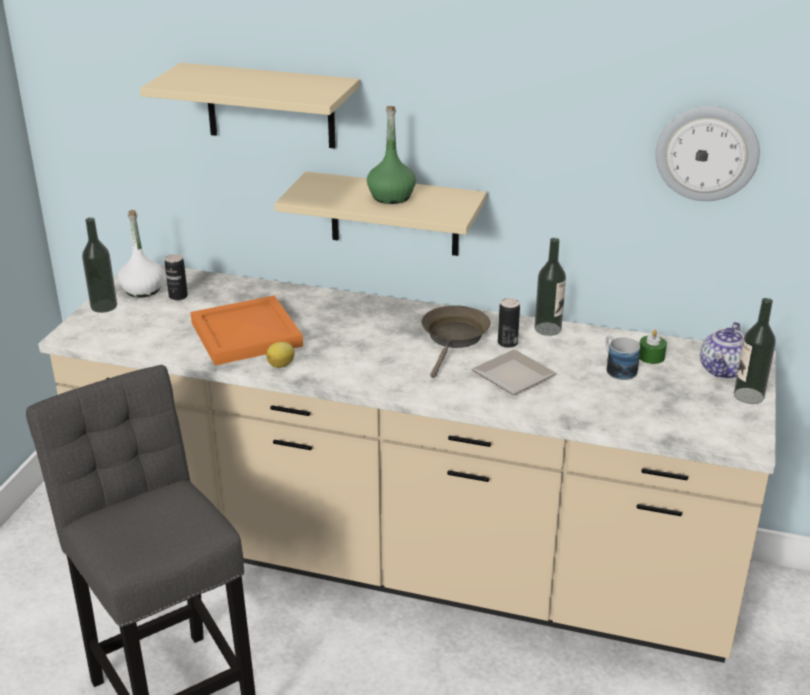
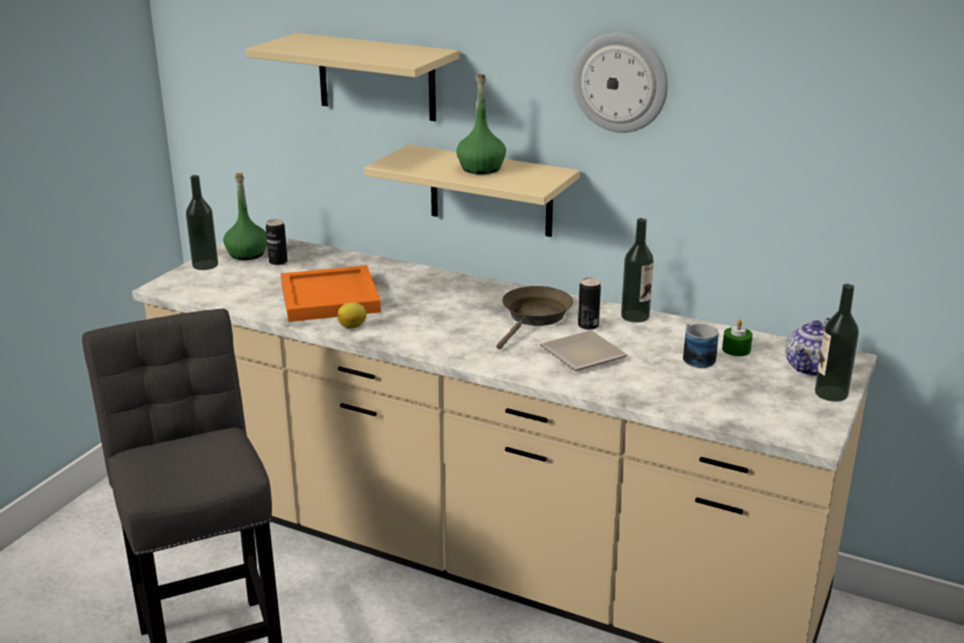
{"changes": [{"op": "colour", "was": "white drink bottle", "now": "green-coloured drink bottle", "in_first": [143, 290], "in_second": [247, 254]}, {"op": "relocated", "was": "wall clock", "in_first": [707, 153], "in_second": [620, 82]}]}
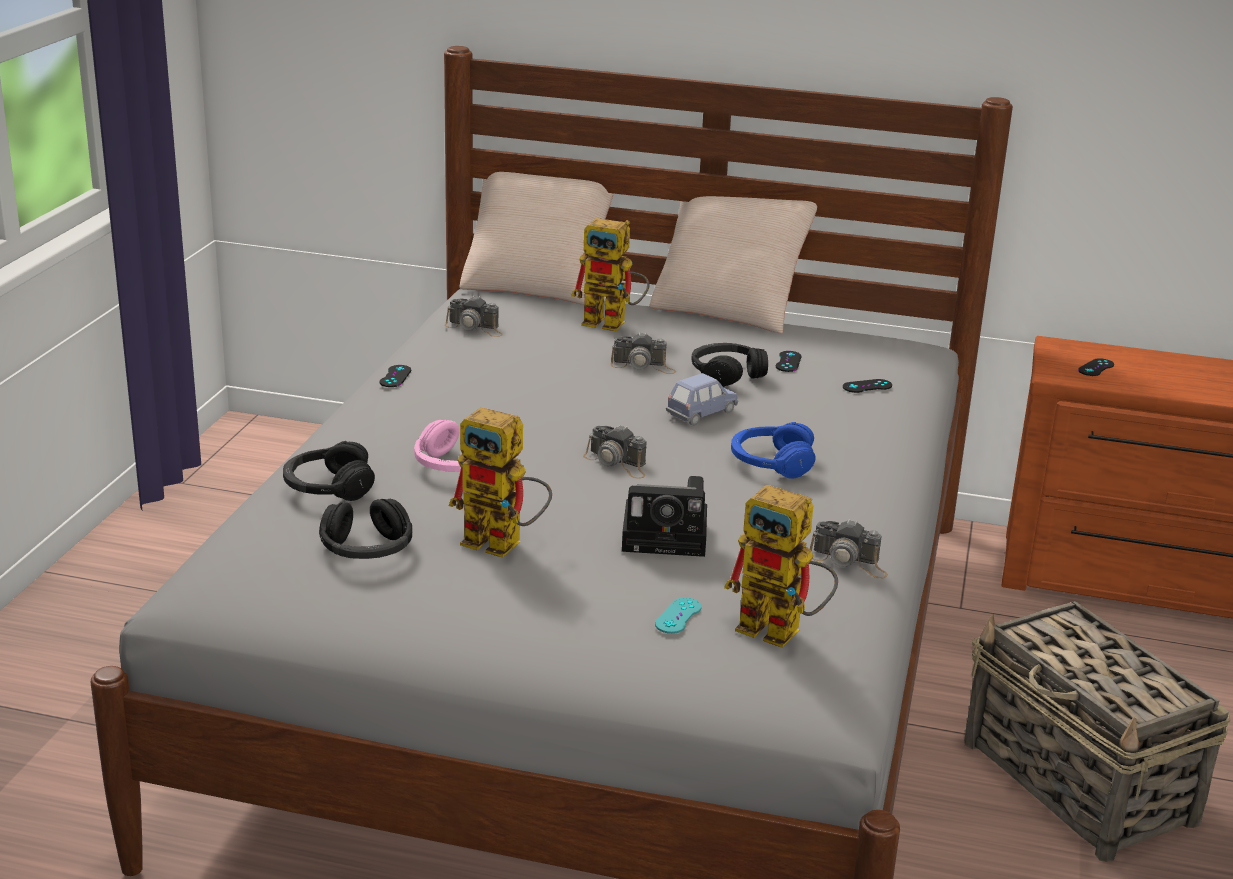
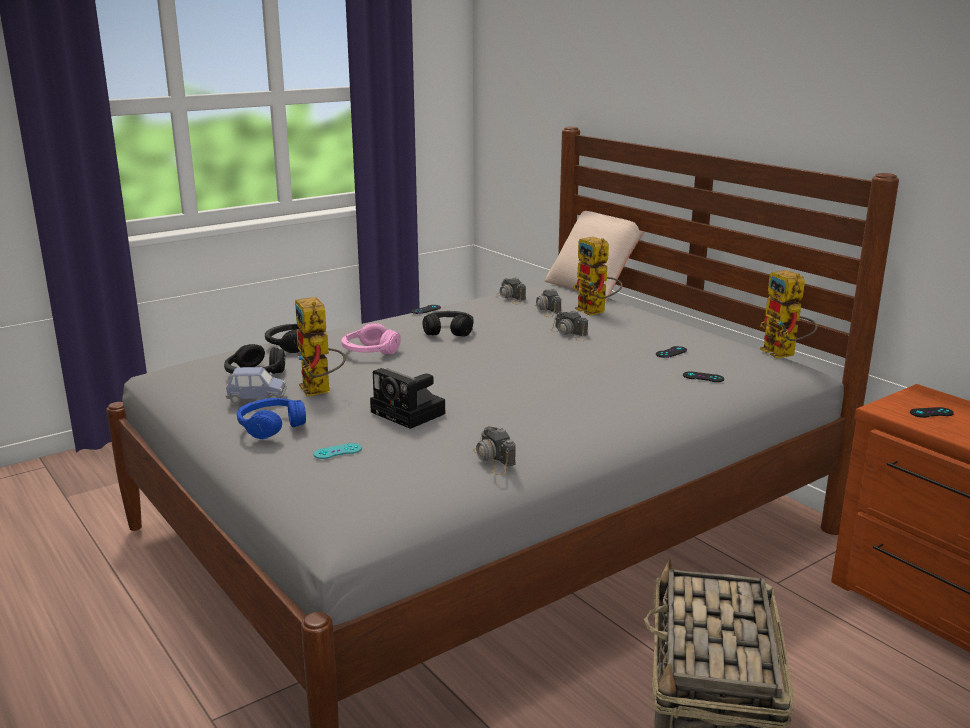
{"changes": [{"op": "relocated", "was": "bluish model car", "in_first": [701, 414], "in_second": [257, 398]}, {"op": "relocated", "was": "bluish headphones", "in_first": [771, 463], "in_second": [271, 426]}, {"op": "relocated", "was": "black-coloured headphones", "in_first": [727, 374], "in_second": [448, 331]}, {"op": "relocated", "was": "still camera", "in_first": [617, 463], "in_second": [547, 310]}, {"op": "relocated", "was": "model robot", "in_first": [782, 632], "in_second": [784, 354]}, {"op": "missing", "was": "beige throw pillow", "in_first": [729, 308]}]}
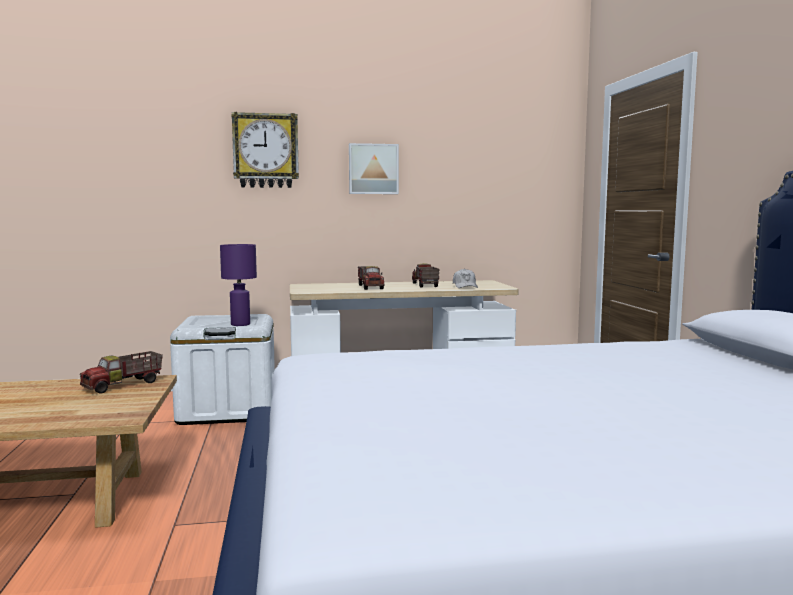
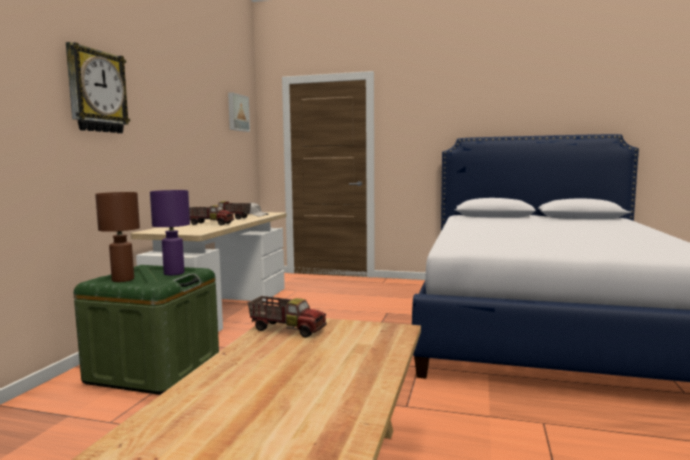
{"changes": [{"op": "colour", "was": "white storage container", "now": "green-coloured storage container", "in_first": [228, 409], "in_second": [154, 369]}, {"op": "appeared", "now": "brown table lamp", "in_second": [122, 280]}, {"op": "relocated", "was": "wall picture", "in_first": [373, 169], "in_second": [237, 112]}, {"op": "spun", "was": "model truck", "in_first": [124, 385], "in_second": [287, 329], "clockwise": -45}]}
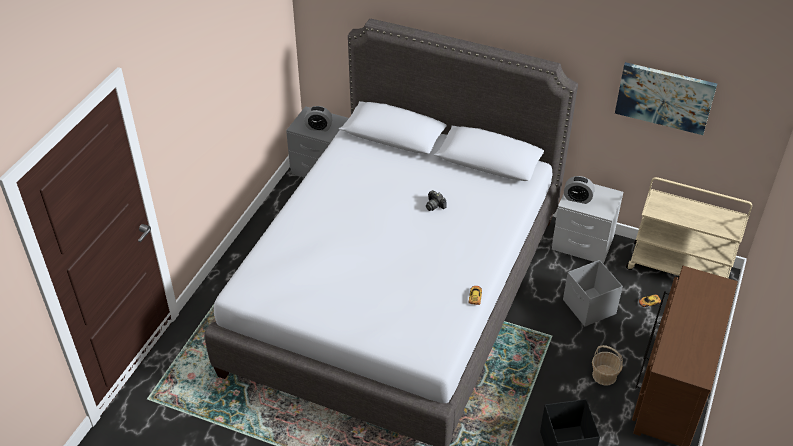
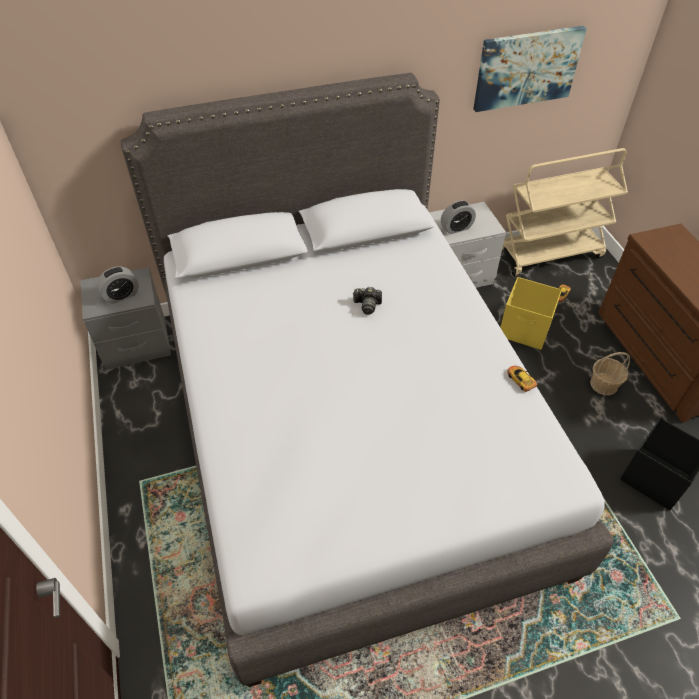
{"changes": [{"op": "colour", "was": "grey storage container", "now": "yellow-coloured storage container", "in_first": [589, 308], "in_second": [525, 330]}]}
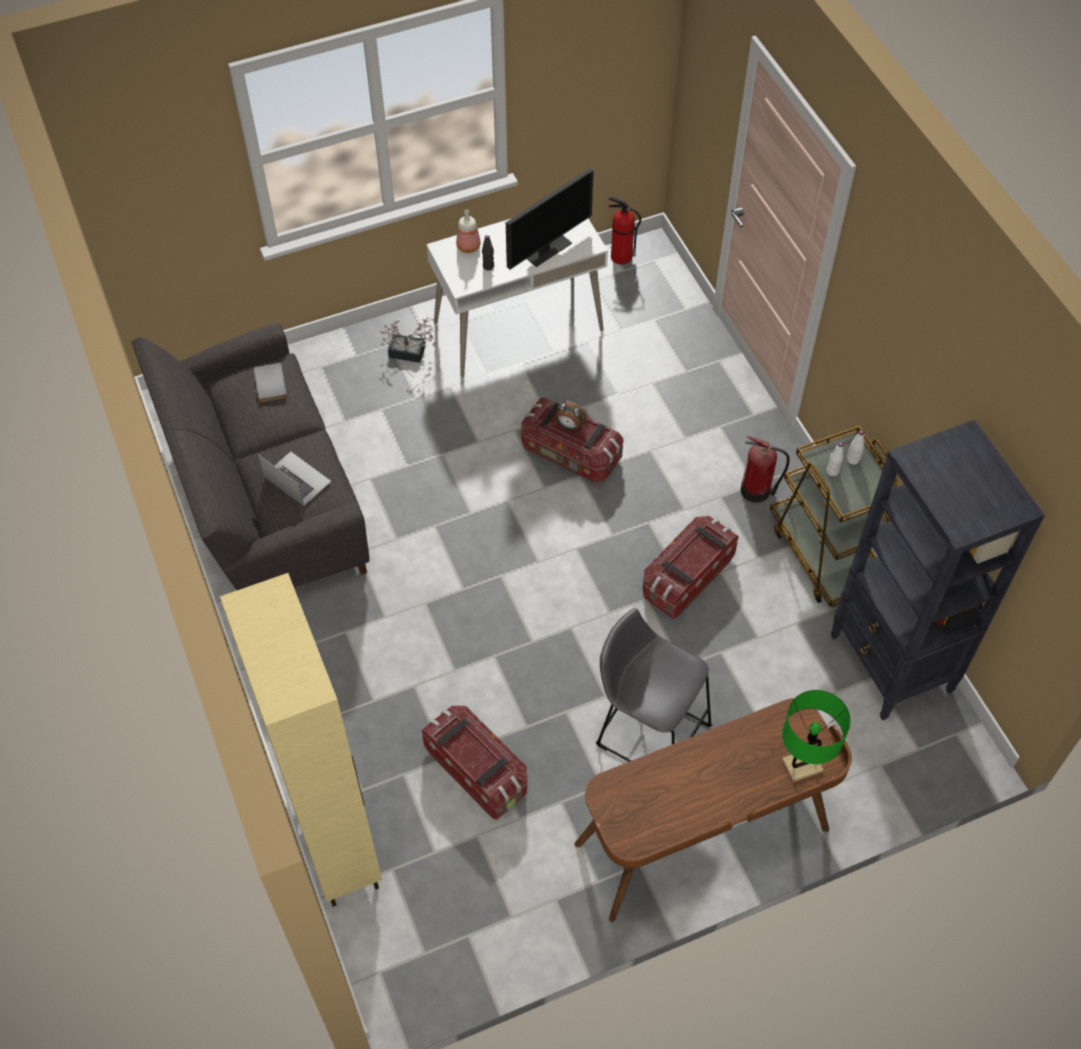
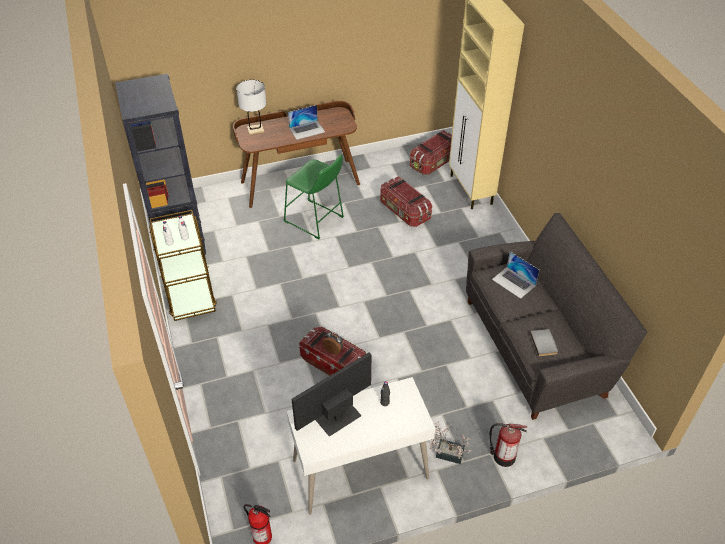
{"changes": [{"op": "colour", "was": "green-coloured table lamp", "now": "white table lamp", "in_first": [802, 765], "in_second": [255, 130]}, {"op": "colour", "was": "grey stool seat", "now": "green-coloured stool seat", "in_first": [648, 731], "in_second": [316, 221]}, {"op": "appeared", "now": "laptop", "in_second": [307, 130]}, {"op": "relocated", "was": "storage container", "in_first": [687, 577], "in_second": [434, 162]}, {"op": "relocated", "was": "fire extinguisher", "in_first": [757, 491], "in_second": [502, 456]}, {"op": "missing", "was": "drink bottle", "in_first": [468, 246]}]}
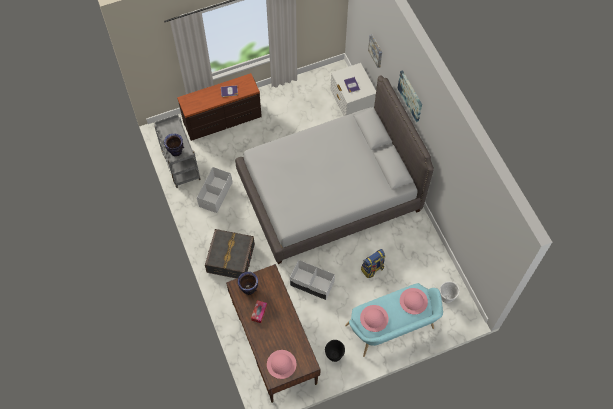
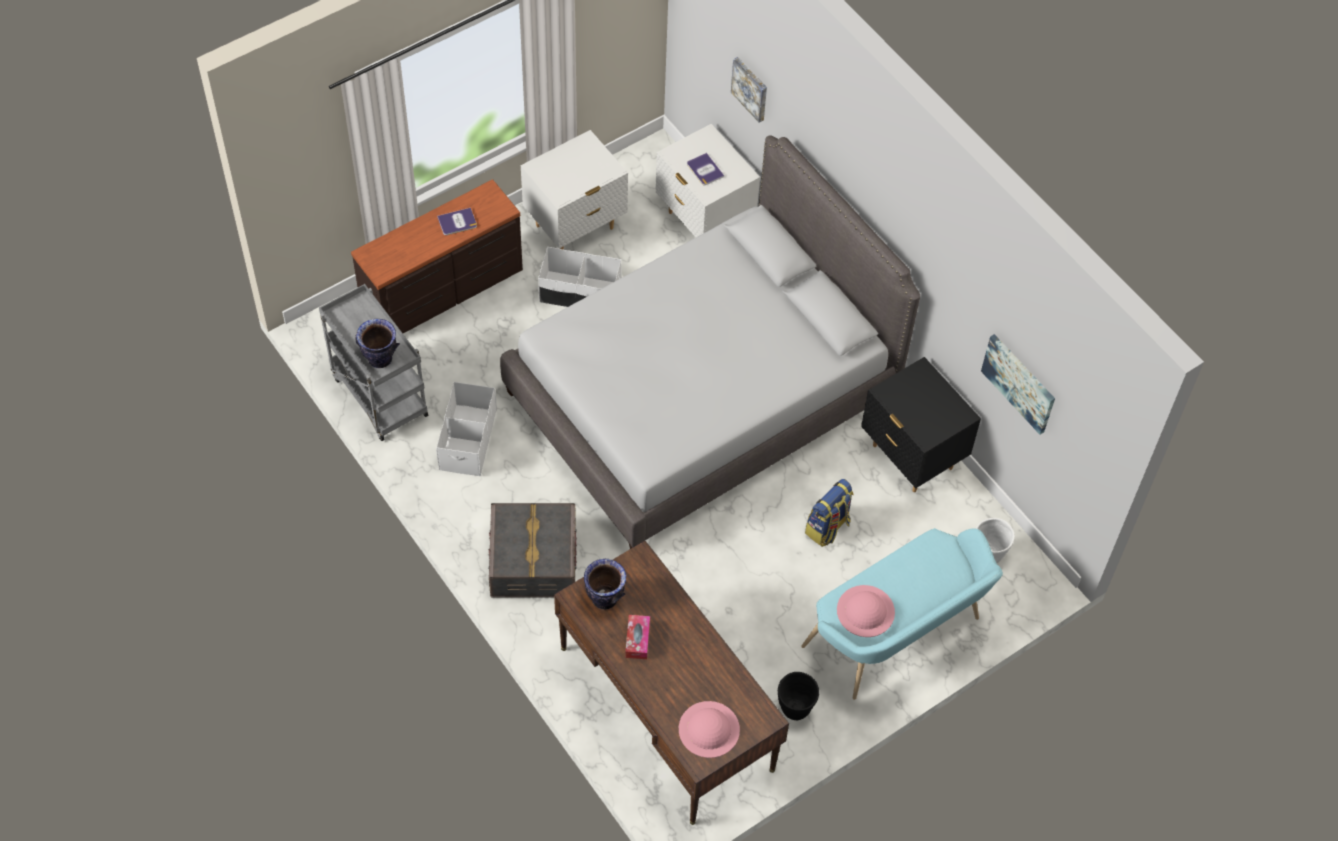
{"changes": [{"op": "appeared", "now": "white nightstand", "in_second": [575, 227]}, {"op": "relocated", "was": "white storage container", "in_first": [312, 284], "in_second": [580, 293]}, {"op": "appeared", "now": "black-coloured nightstand", "in_second": [911, 457]}, {"op": "relocated", "was": "wall picture", "in_first": [410, 95], "in_second": [1019, 383]}, {"op": "missing", "was": "pink hat", "in_first": [413, 301]}]}
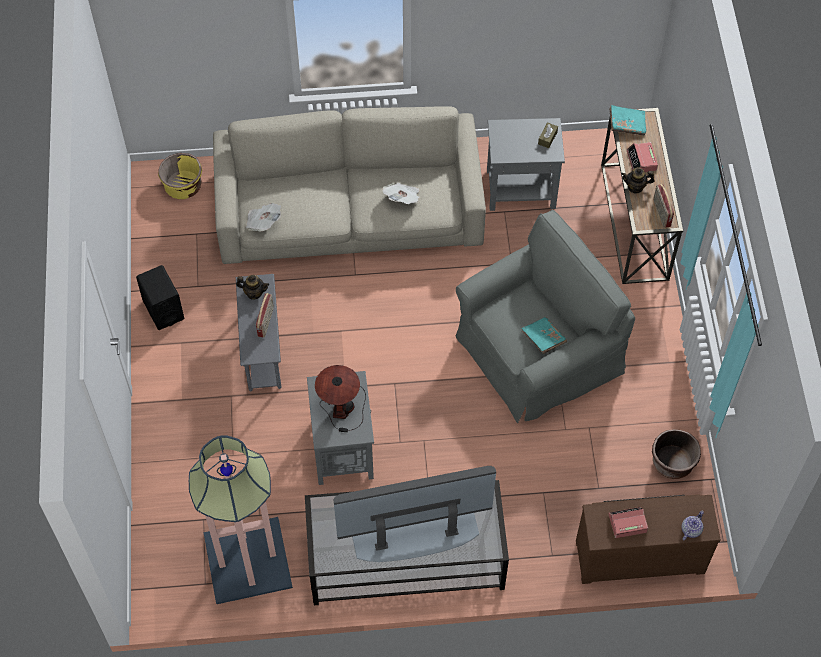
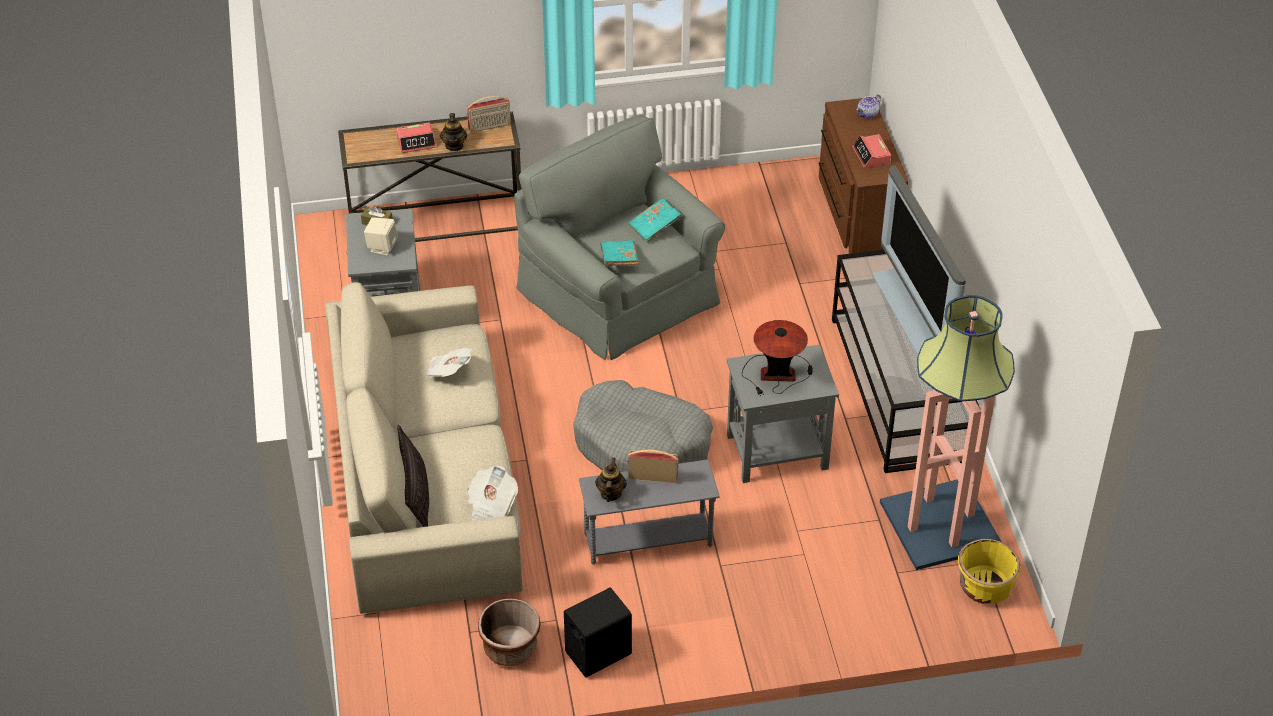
{"changes": [{"op": "appeared", "now": "beige audio speaker", "in_second": [382, 247]}, {"op": "appeared", "now": "throw pillow", "in_second": [416, 494]}, {"op": "relocated", "was": "brown flower pot", "in_first": [672, 463], "in_second": [510, 648]}, {"op": "appeared", "now": "grey dog cushion", "in_second": [641, 444]}, {"op": "relocated", "was": "turquoise volume", "in_first": [627, 124], "in_second": [619, 259]}, {"op": "spun", "was": "pot for tea", "in_first": [691, 529], "in_second": [867, 114], "clockwise": -75}, {"op": "relocated", "was": "yellow-coloured flower pot", "in_first": [183, 186], "in_second": [984, 587]}]}
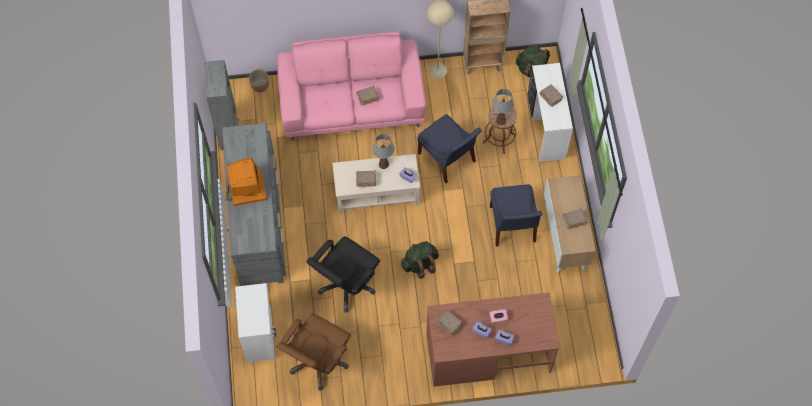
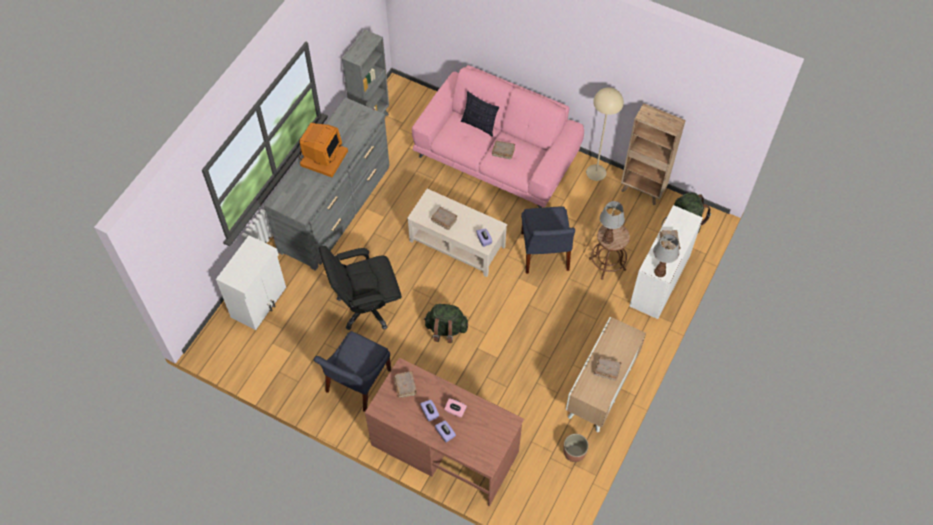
{"changes": [{"op": "relocated", "was": "bluish upright chair", "in_first": [512, 226], "in_second": [356, 383]}, {"op": "appeared", "now": "throw pillow", "in_second": [479, 125]}, {"op": "relocated", "was": "flower pot", "in_first": [260, 86], "in_second": [574, 452]}, {"op": "relocated", "was": "table lamp", "in_first": [384, 164], "in_second": [660, 272]}, {"op": "missing", "was": "brown office chair", "in_first": [318, 362]}]}
